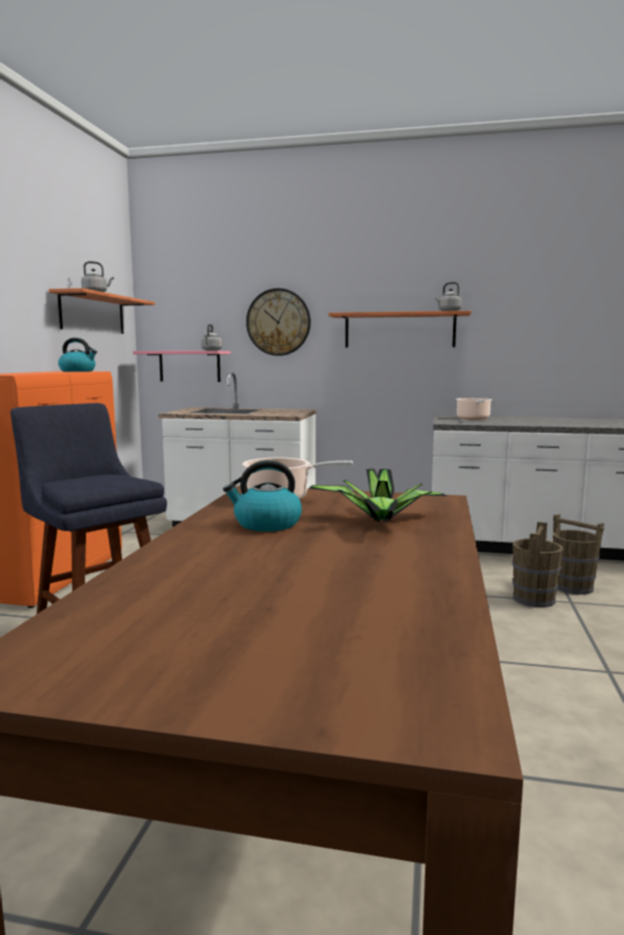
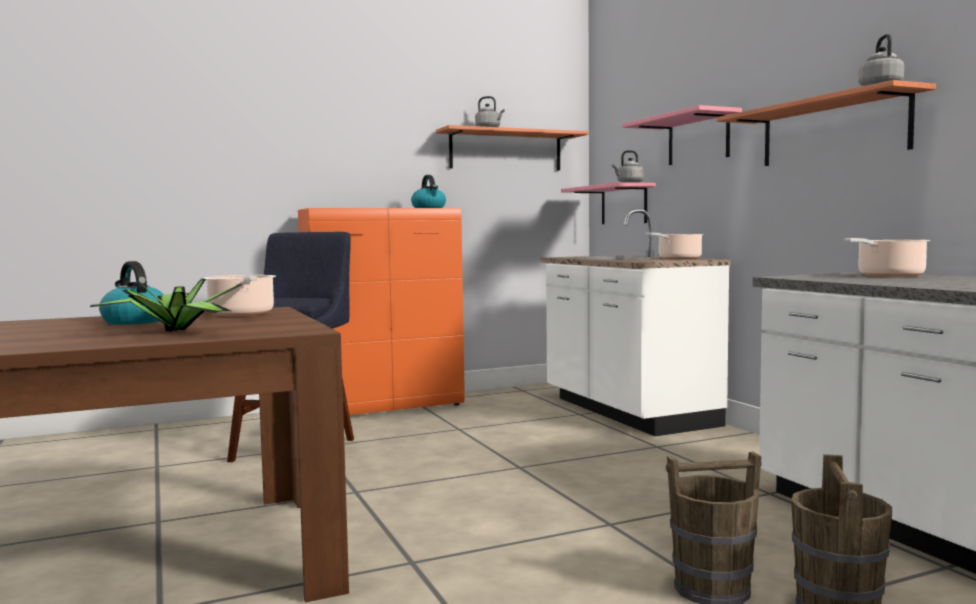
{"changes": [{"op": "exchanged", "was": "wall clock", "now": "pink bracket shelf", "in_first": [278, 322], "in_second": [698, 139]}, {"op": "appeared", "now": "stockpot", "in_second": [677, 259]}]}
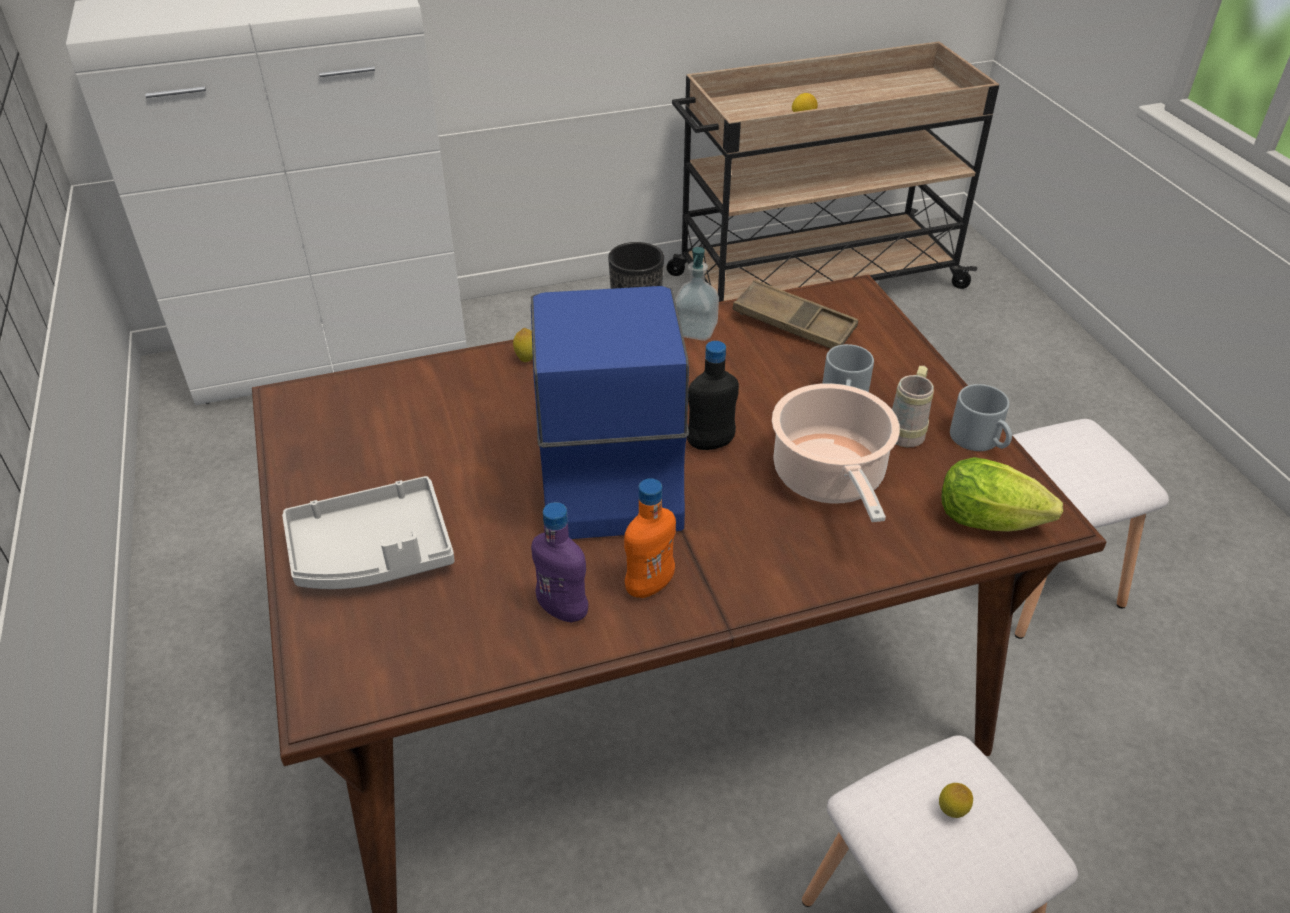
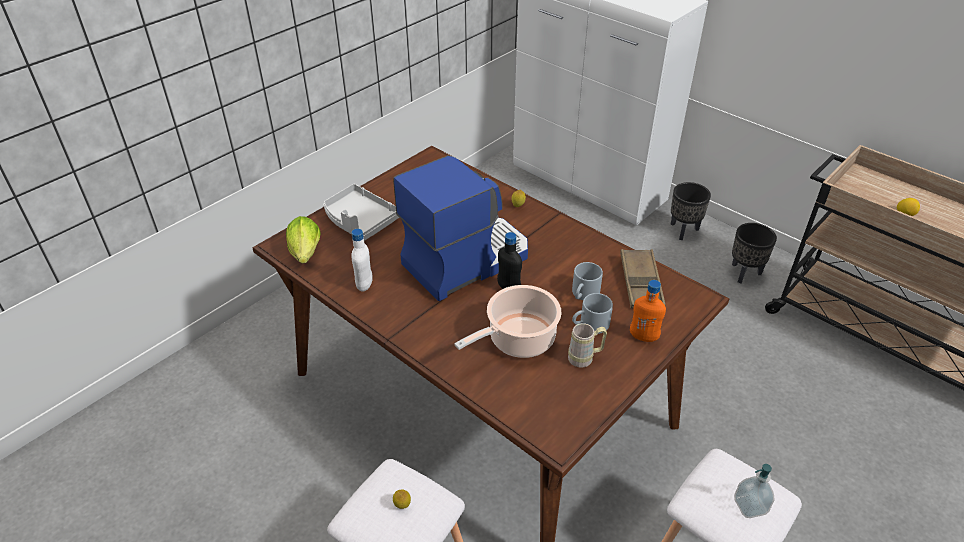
{"changes": [{"op": "relocated", "was": "head of lettuce", "in_first": [994, 522], "in_second": [305, 255]}, {"op": "colour", "was": "purplish drink bottle", "now": "white drink bottle", "in_first": [562, 610], "in_second": [364, 284]}, {"op": "relocated", "was": "grey coffee mug", "in_first": [981, 440], "in_second": [584, 294]}, {"op": "relocated", "was": "orangey drink bottle", "in_first": [649, 586], "in_second": [643, 337]}, {"op": "appeared", "now": "black-coloured flower pot", "in_second": [683, 230]}, {"op": "relocated", "was": "soap bottle", "in_first": [695, 330], "in_second": [750, 506]}]}
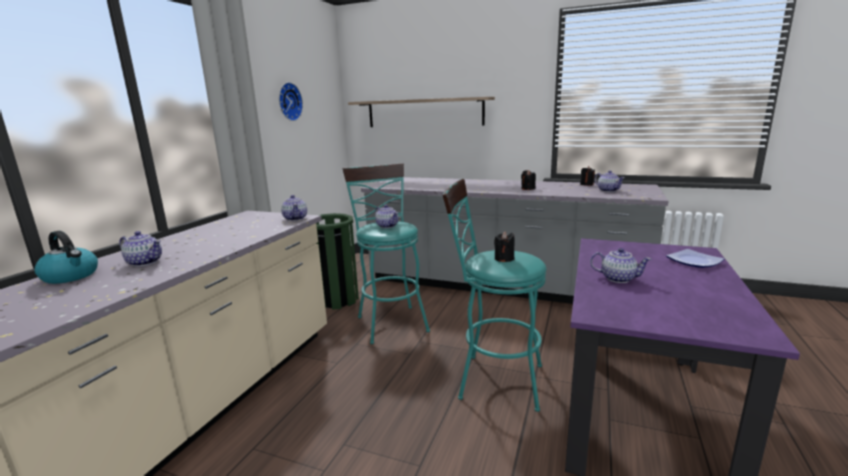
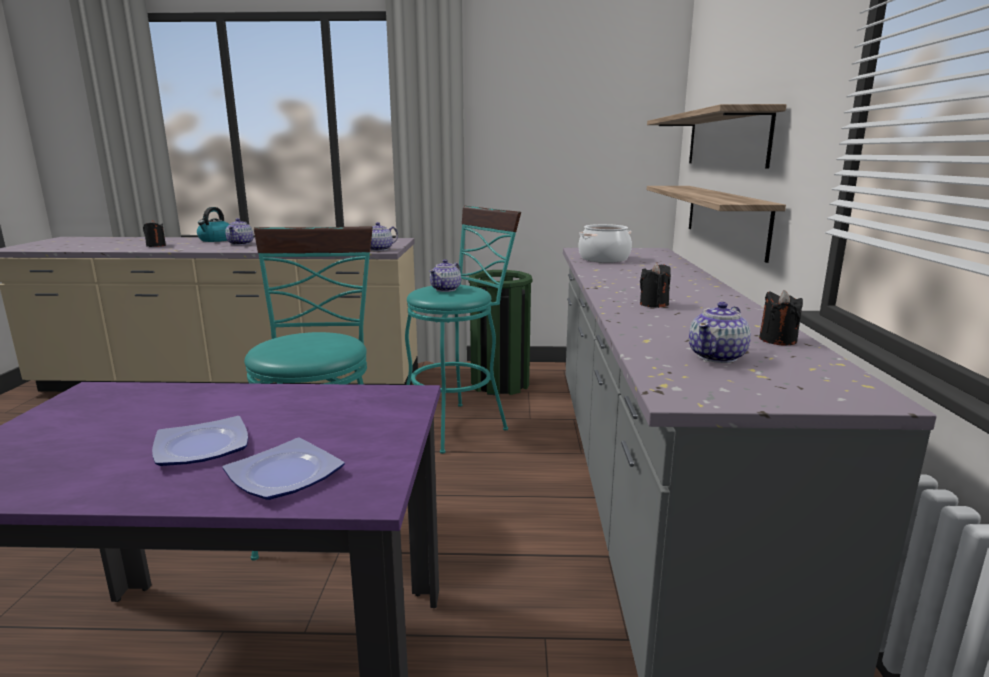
{"changes": [{"op": "relocated", "was": "black-coloured wax candle", "in_first": [504, 259], "in_second": [156, 246]}, {"op": "appeared", "now": "flat dish", "in_second": [204, 447]}, {"op": "appeared", "now": "stockpot", "in_second": [604, 259]}, {"op": "appeared", "now": "bracket shelf", "in_second": [724, 218]}, {"op": "missing", "was": "wall clock", "in_first": [288, 102]}, {"op": "missing", "was": "pot for tea", "in_first": [617, 278]}]}
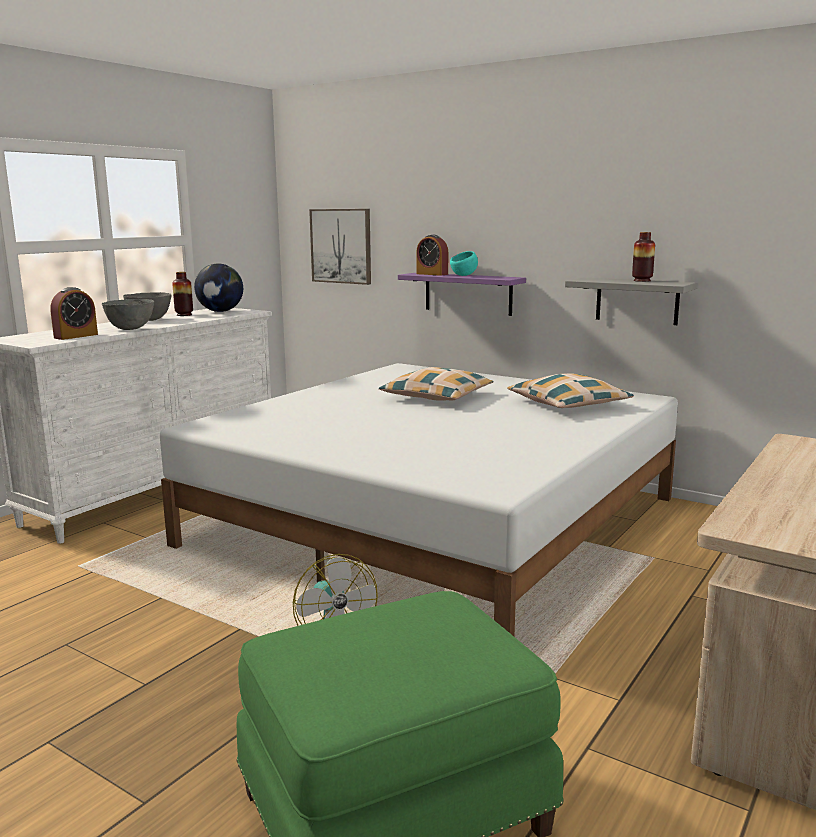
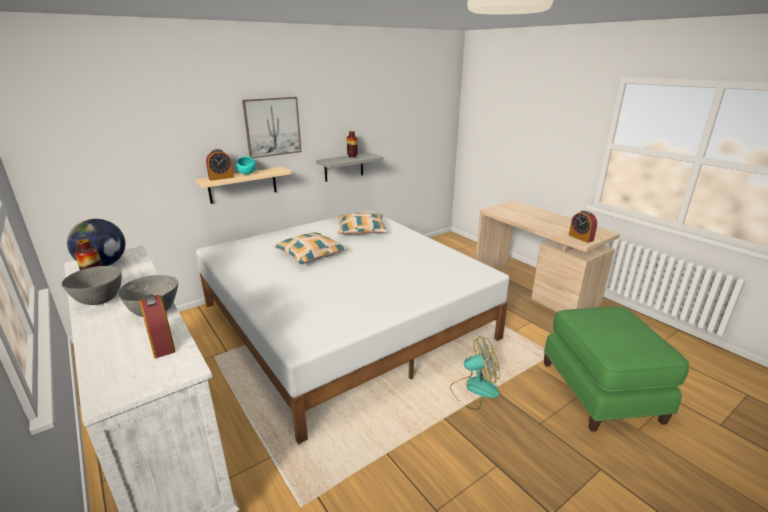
{"changes": [{"op": "colour", "was": "purplish bracket shelf", "now": "beige bracket shelf", "in_first": [468, 293], "in_second": [243, 185]}, {"op": "relocated", "was": "wall picture", "in_first": [341, 246], "in_second": [272, 127]}, {"op": "appeared", "now": "alarm clock", "in_second": [581, 238]}]}
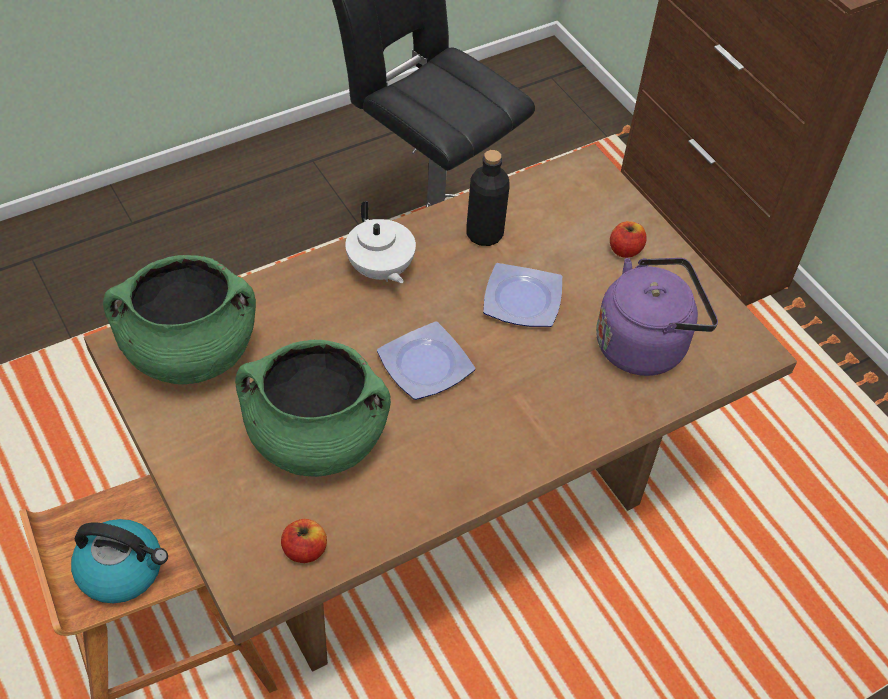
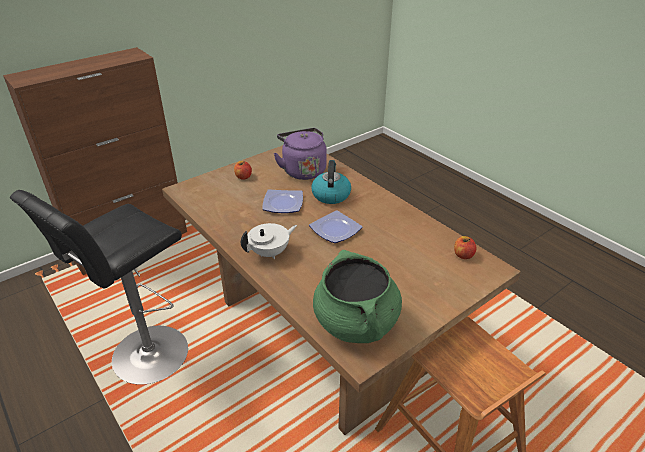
{"changes": [{"op": "relocated", "was": "water kettle", "in_first": [122, 570], "in_second": [331, 195]}, {"op": "missing", "was": "green-coloured stockpot", "in_first": [316, 438]}, {"op": "missing", "was": "black-coloured drink bottle", "in_first": [484, 234]}]}
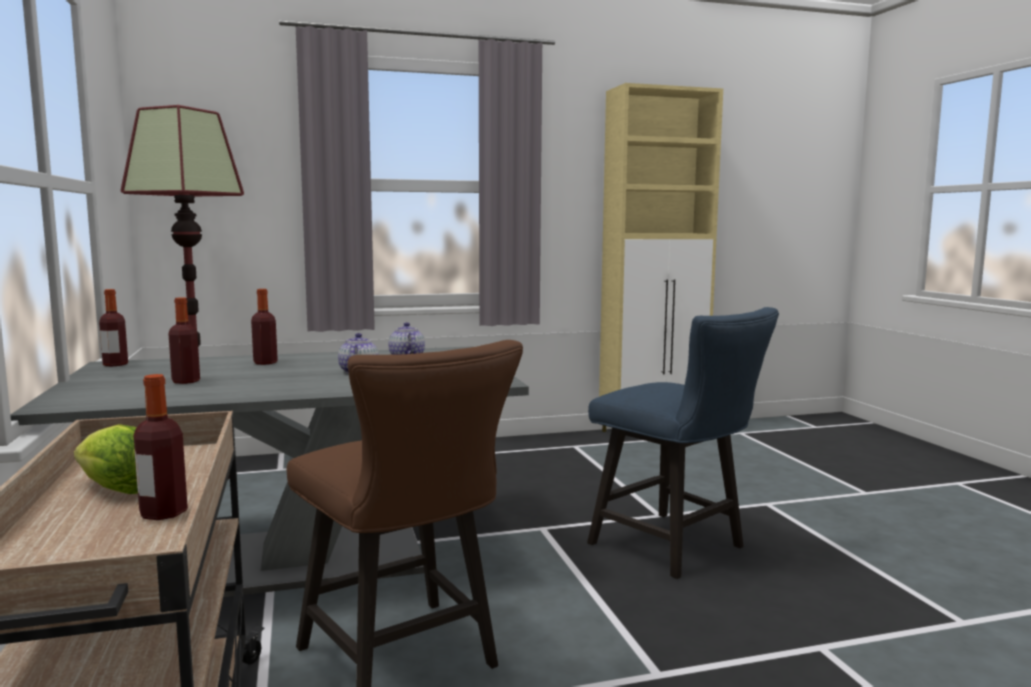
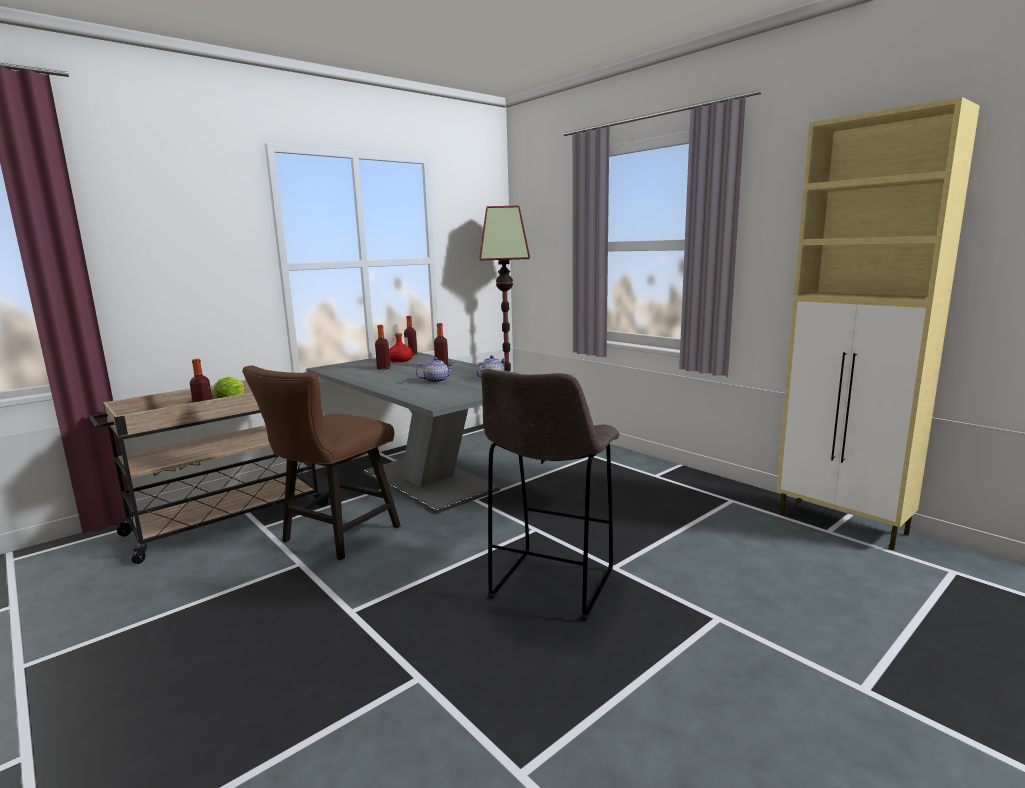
{"changes": [{"op": "appeared", "now": "red drink bottle", "in_second": [400, 360]}, {"op": "exchanged", "was": "bluish upright chair", "now": "grey stool seat", "in_first": [676, 548], "in_second": [551, 586]}]}
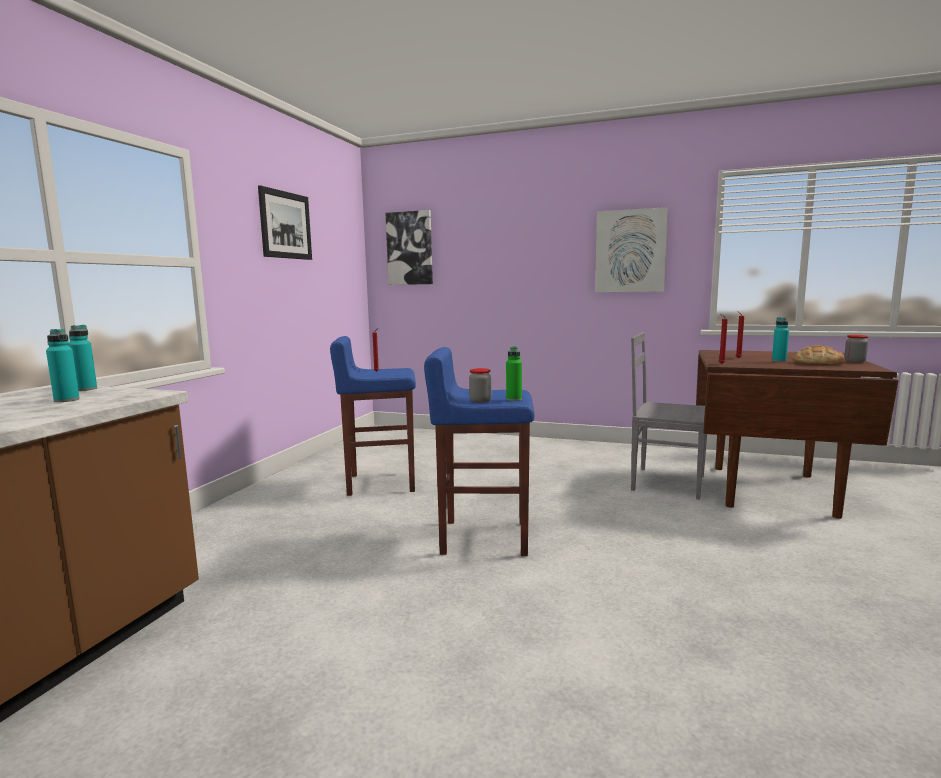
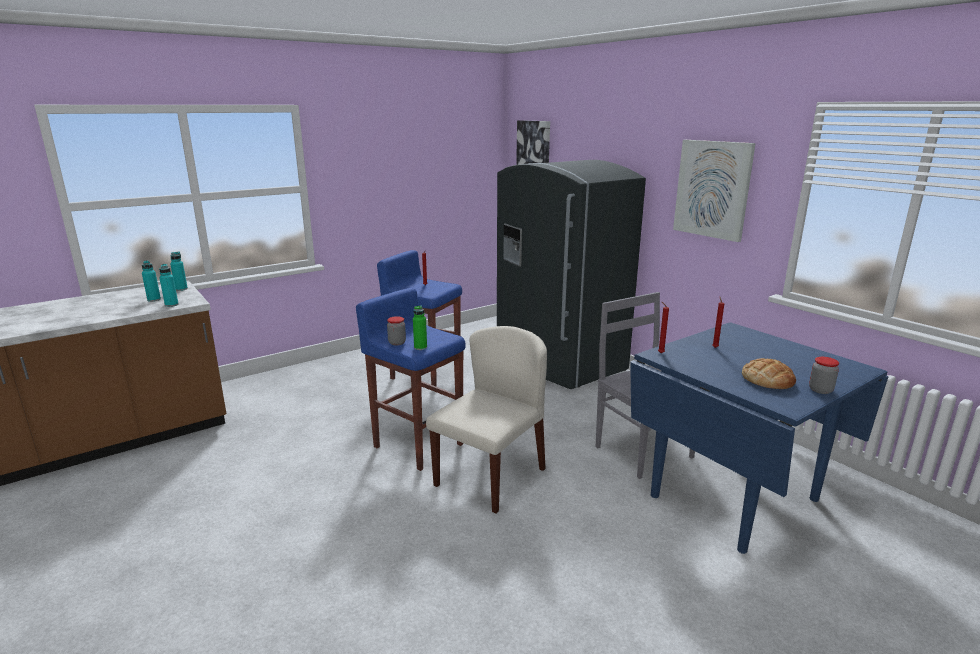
{"changes": [{"op": "relocated", "was": "turquoise drink bottle", "in_first": [779, 361], "in_second": [171, 305]}, {"op": "appeared", "now": "beige upright chair", "in_second": [490, 476]}, {"op": "appeared", "now": "grey fridge", "in_second": [558, 362]}, {"op": "colour", "was": "brown dinner table", "now": "bluish dinner table", "in_first": [769, 490], "in_second": [732, 496]}, {"op": "missing", "was": "wall picture", "in_first": [285, 225]}]}
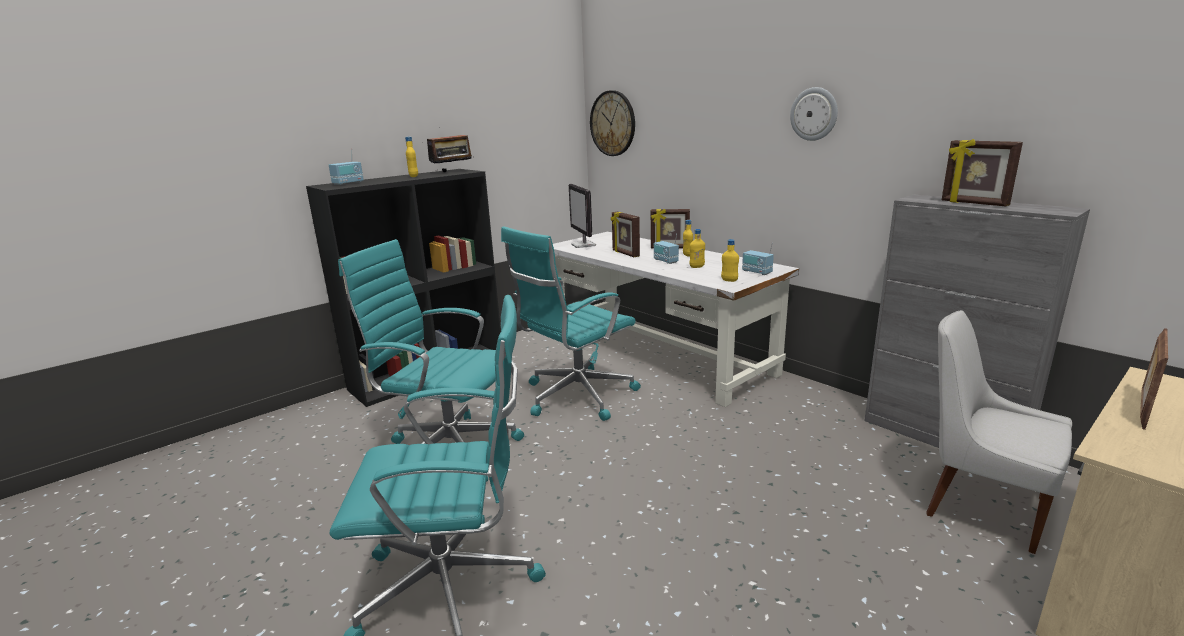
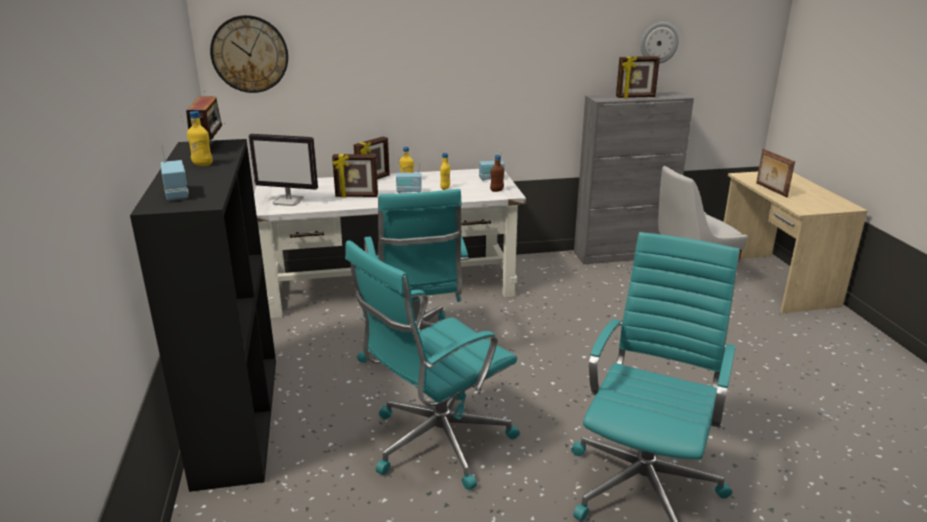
{"changes": [{"op": "colour", "was": "yellow-coloured drink bottle", "now": "brown drink bottle", "in_first": [729, 280], "in_second": [497, 190]}, {"op": "relocated", "was": "wall clock", "in_first": [814, 114], "in_second": [659, 43]}]}
